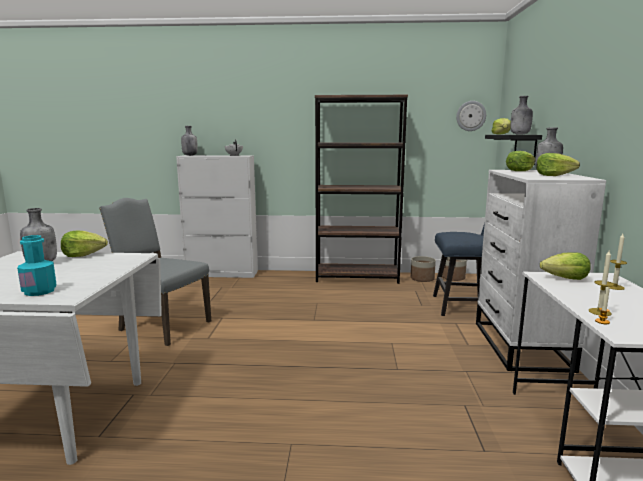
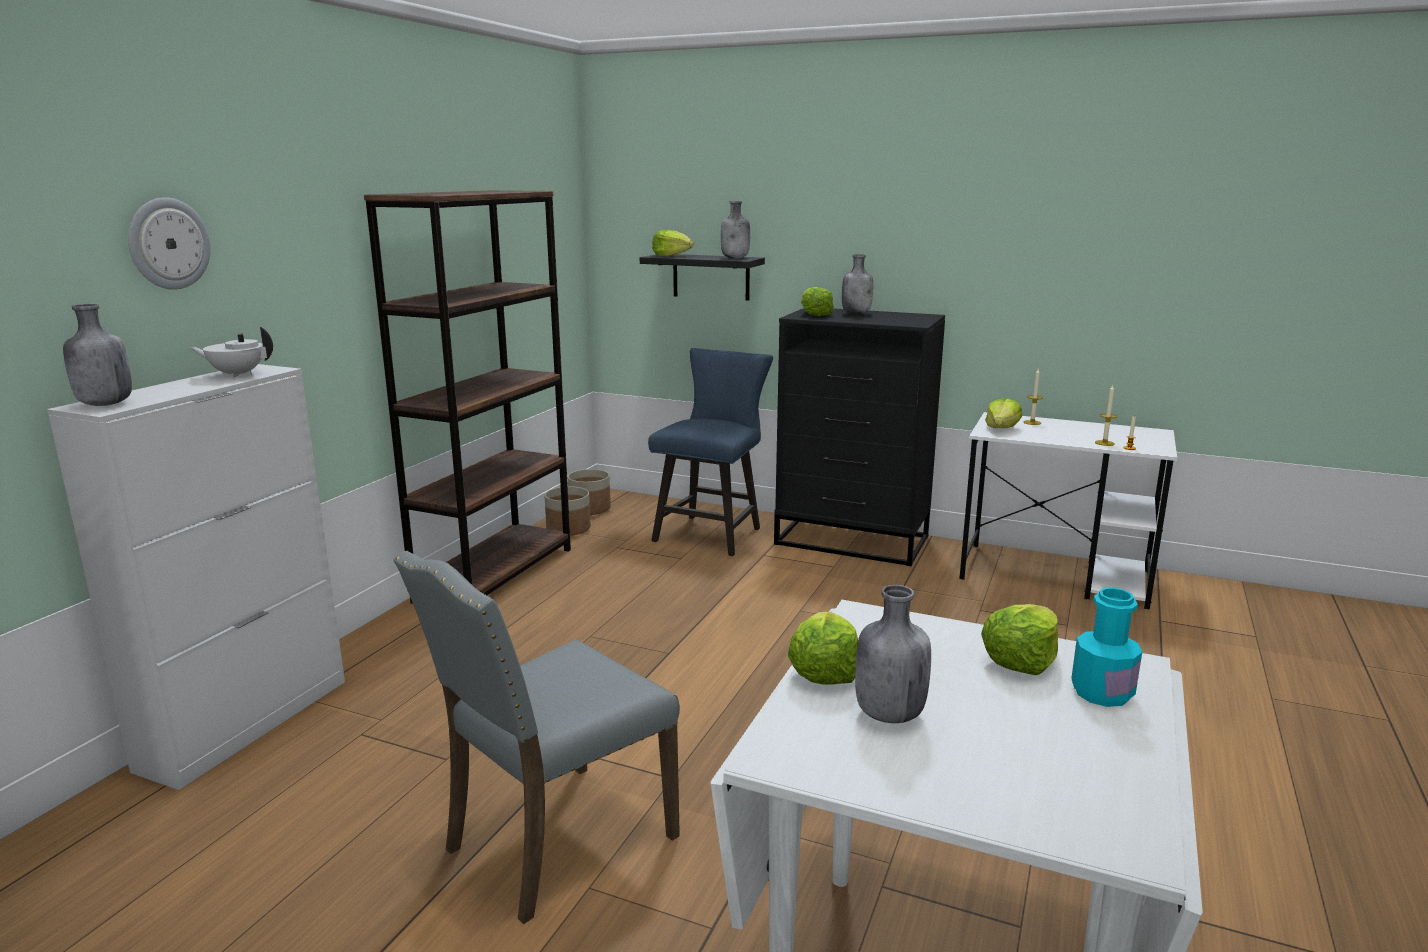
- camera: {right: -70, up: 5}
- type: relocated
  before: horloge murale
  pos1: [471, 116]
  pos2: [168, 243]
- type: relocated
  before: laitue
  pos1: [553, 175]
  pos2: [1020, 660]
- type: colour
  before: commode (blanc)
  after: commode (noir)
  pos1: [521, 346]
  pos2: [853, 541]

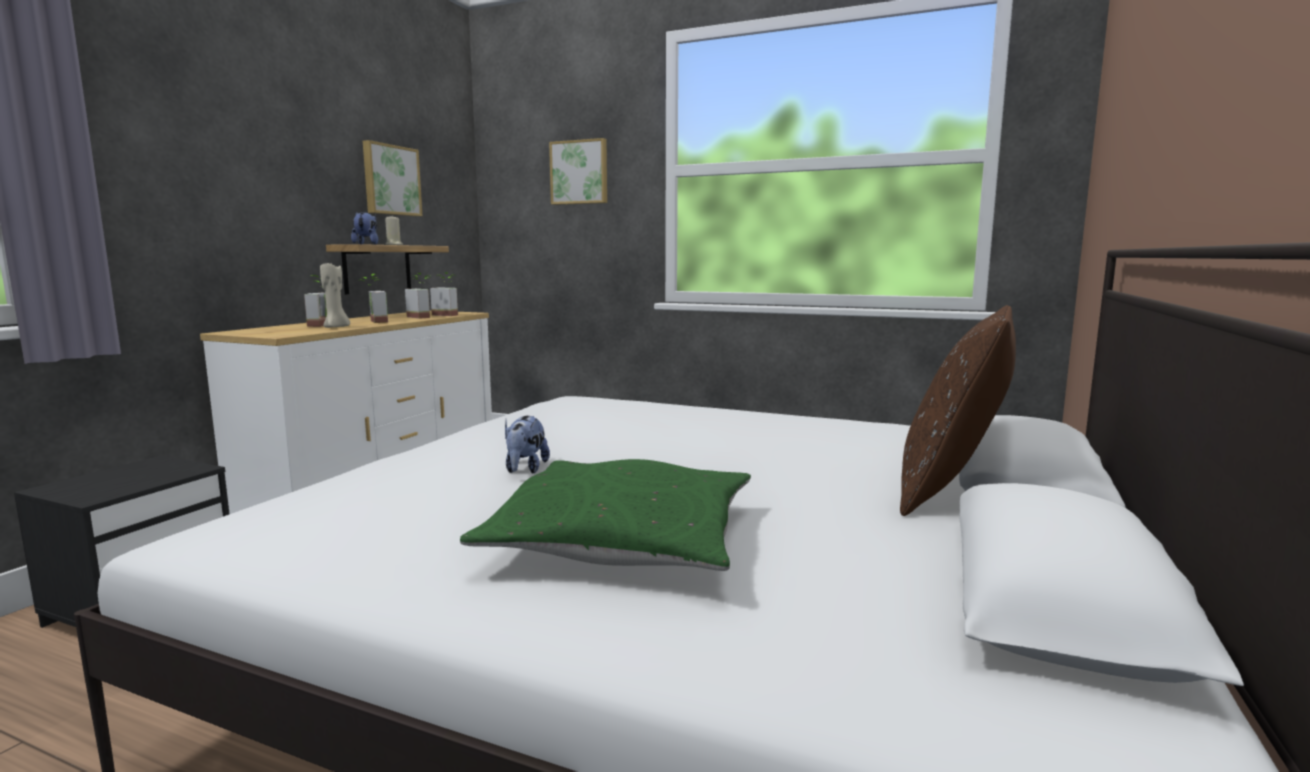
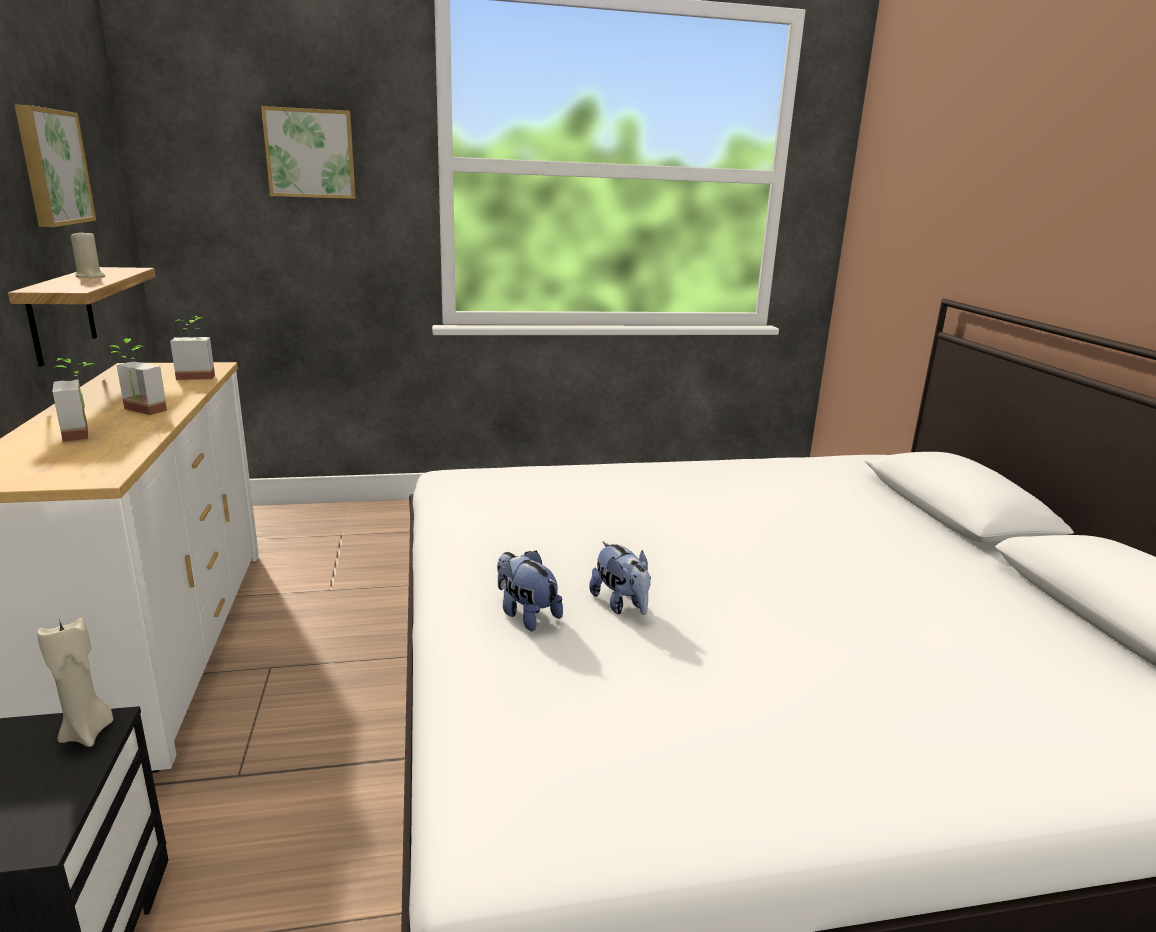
- camera: {right: -35, up: 10}
- type: missing
  before: plante en pot
  pos1: [423, 317]
- type: missing
  before: coussin (vert)
  pos1: [624, 539]
- type: missing
  before: coussin (marron)
  pos1: [952, 490]
- type: relocated
  before: bougie (beige)
  pos1: [336, 327]
  pos2: [88, 732]
- type: relocated
  before: peluche
  pos1: [367, 244]
  pos2: [526, 614]

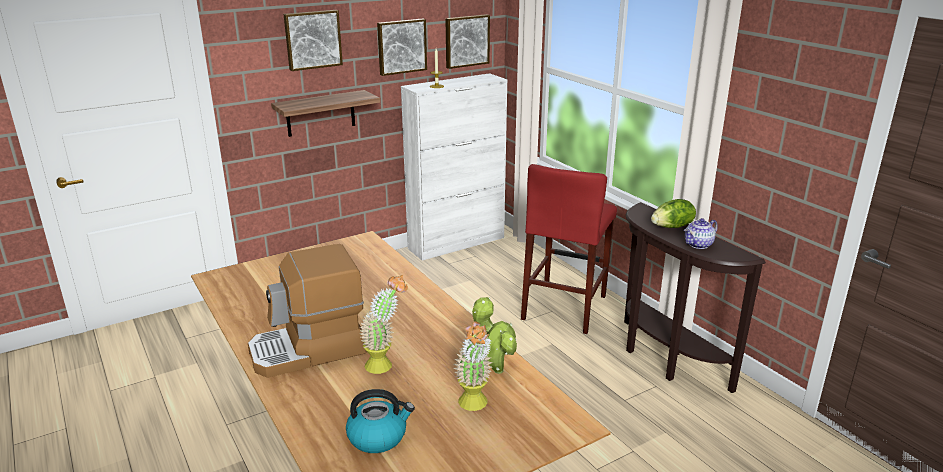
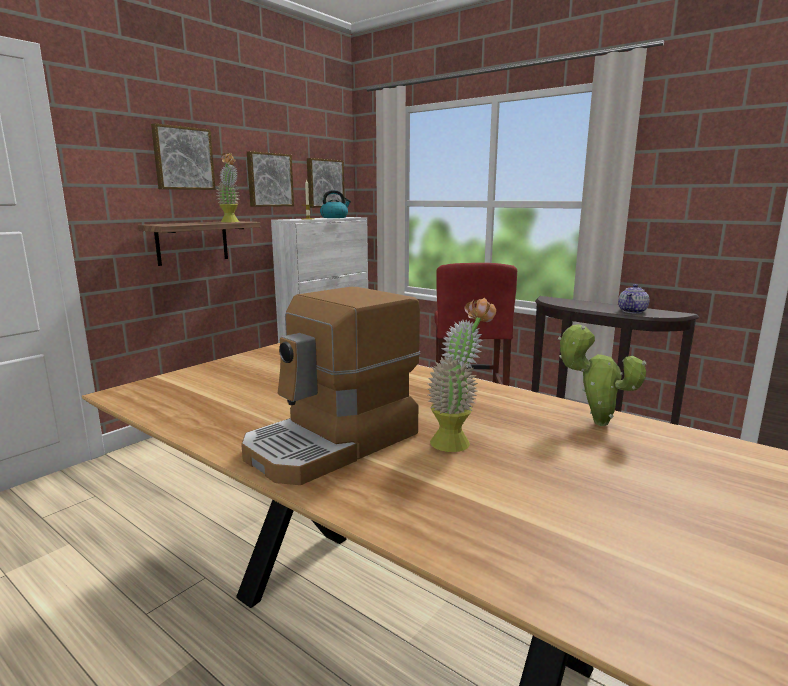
- camera: {right: -20, up: -10}
- type: missing
  before: laitue
  pos1: [672, 227]
- type: relocated
  before: bouilloire
  pos1: [378, 436]
  pos2: [334, 217]
- type: relocated
  before: plante en pot
  pos1: [474, 406]
  pos2: [231, 222]

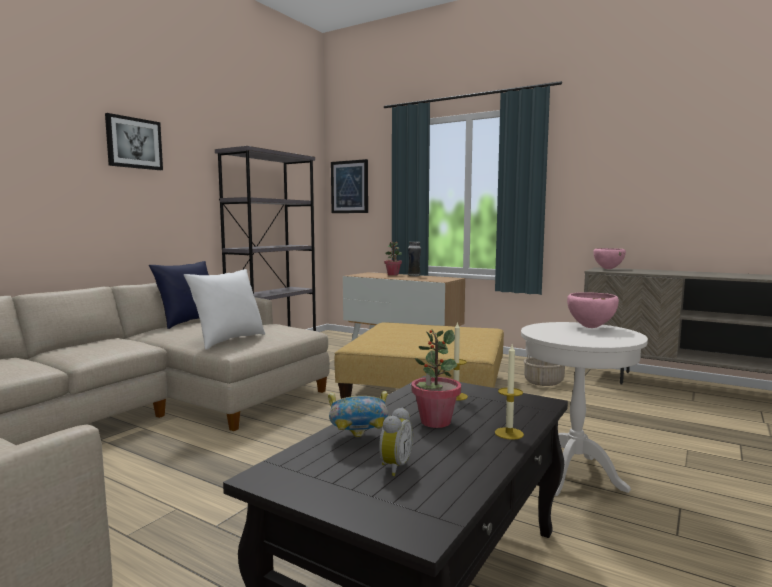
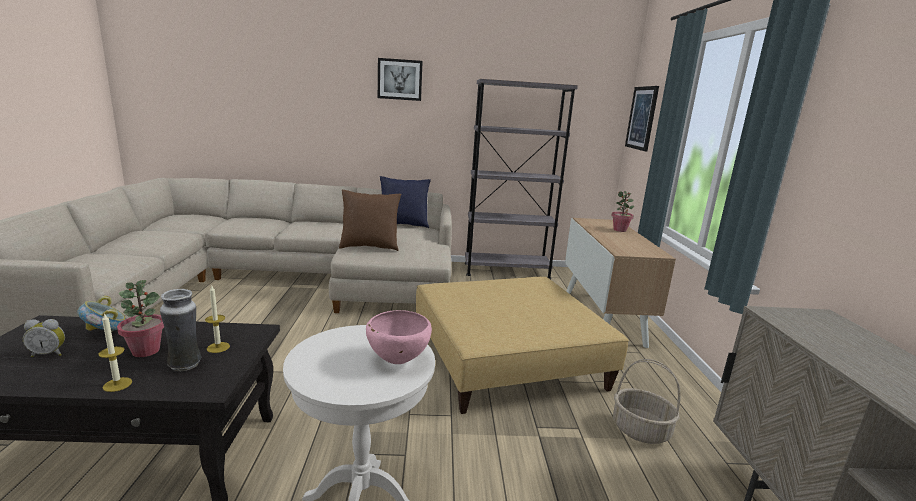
- camera: {right: 55, up: 10}
- type: missing
  before: bol (rose)
  pos1: [608, 269]
- type: relocated
  before: vase
  pos1: [414, 276]
  pos2: [185, 365]
- type: colour
  before: coussin (blanc)
  after: coussin (marron)
  pos1: [228, 341]
  pos2: [369, 247]

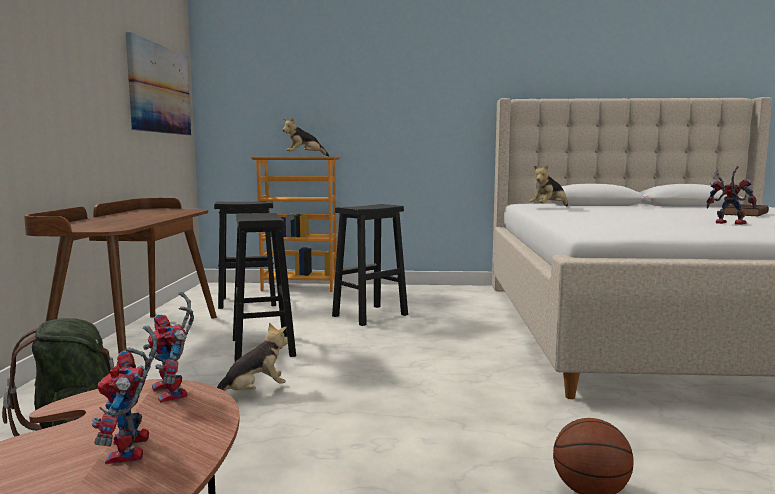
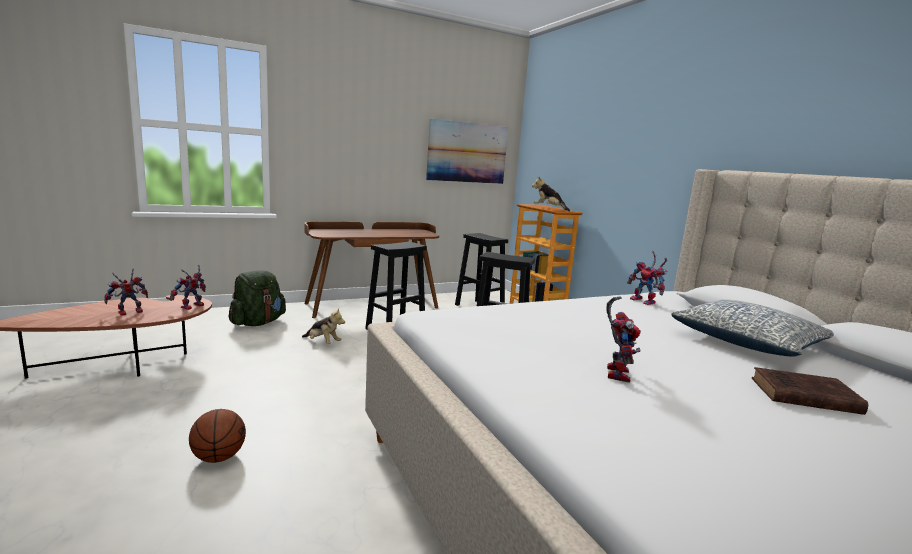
- camera: {right: 60, up: 5}
- type: appeared
  after: coussin
  pos2: [749, 342]
- type: exchanged
  before: peluche
  after: robot jouet
  pos1: [549, 208]
  pos2: [645, 301]

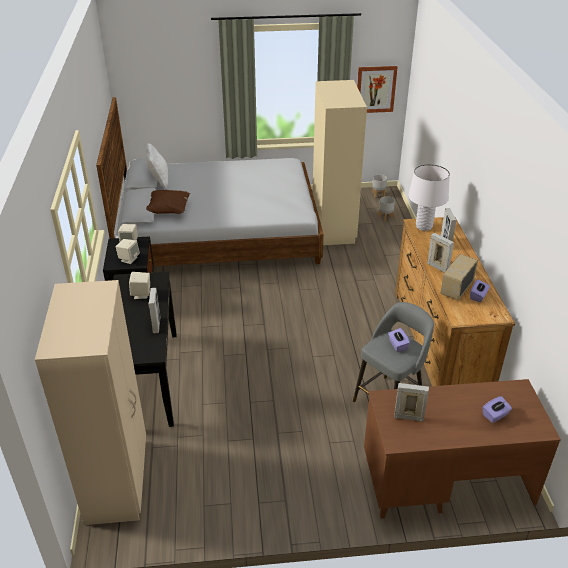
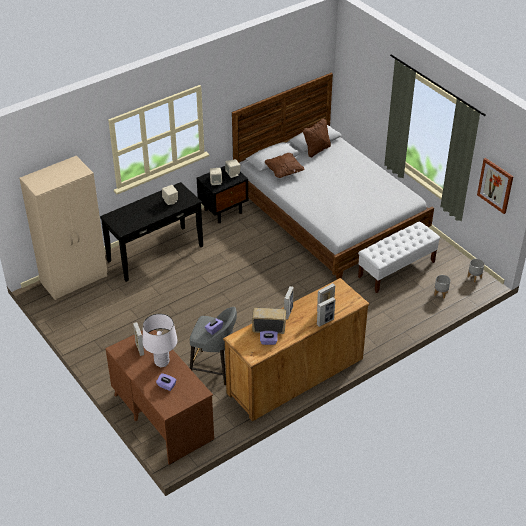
- camera: {right: 60, up: 5}
- type: relocated
  before: cadre photo
  pos1: [156, 325]
  pos2: [325, 322]
- type: relocated
  before: lampe de table (blanc)
  pos1: [424, 227]
  pos2: [162, 362]
- type: exchanged
  before: armoire (beige)
  after: banc (blanc)
  pos1: [333, 226]
  pos2: [396, 269]
- type: colour
  before: coussin (blanc)
  after: coussin (marron)
  pos1: [159, 181]
  pos2: [316, 150]

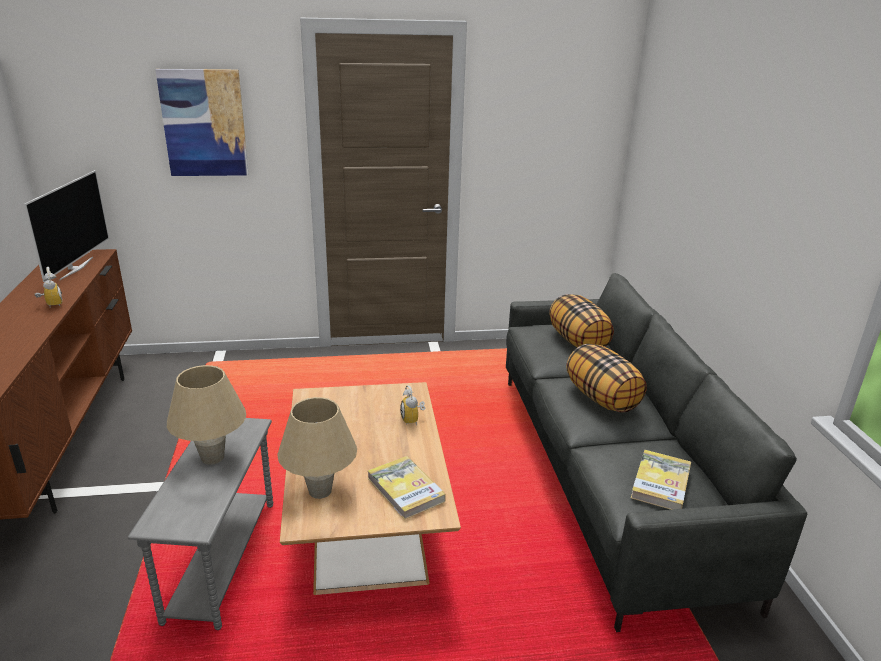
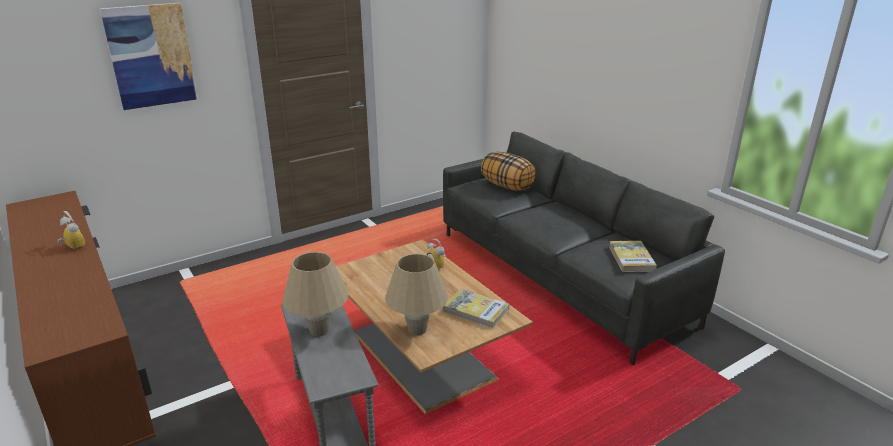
- camera: {right: -25, up: 0}
- type: missing
  before: téléviseur
  pos1: [75, 268]
- type: missing
  before: coussin
  pos1: [602, 398]

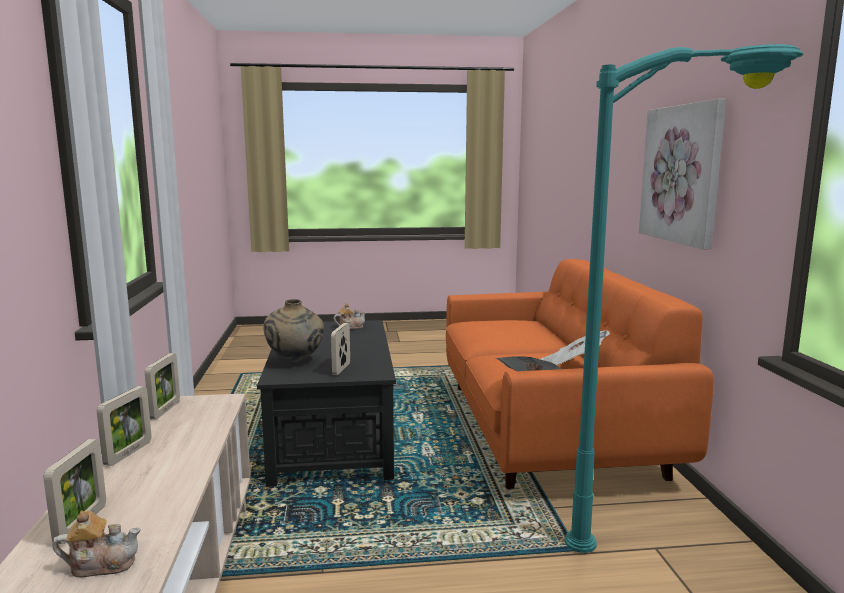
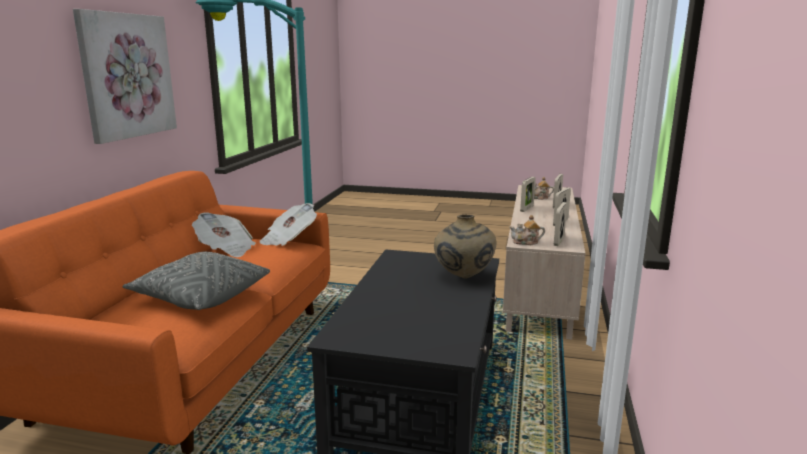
- camera: {right: -160, up: 5}
- type: appeared
  after: coussin (gris)
  pos2: [200, 297]
- type: relocated
  before: cadre photo
  pos1: [341, 369]
  pos2: [527, 209]
- type: relocated
  before: théière
  pos1: [350, 327]
  pos2: [526, 242]

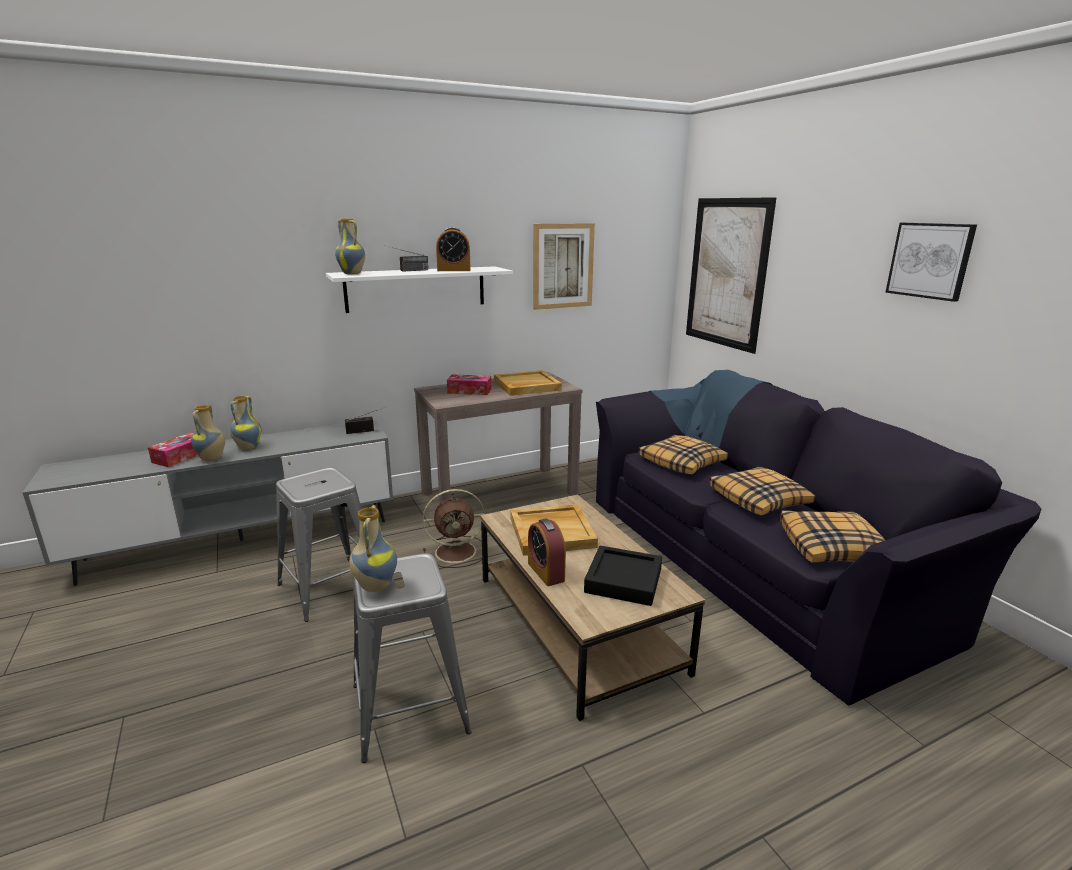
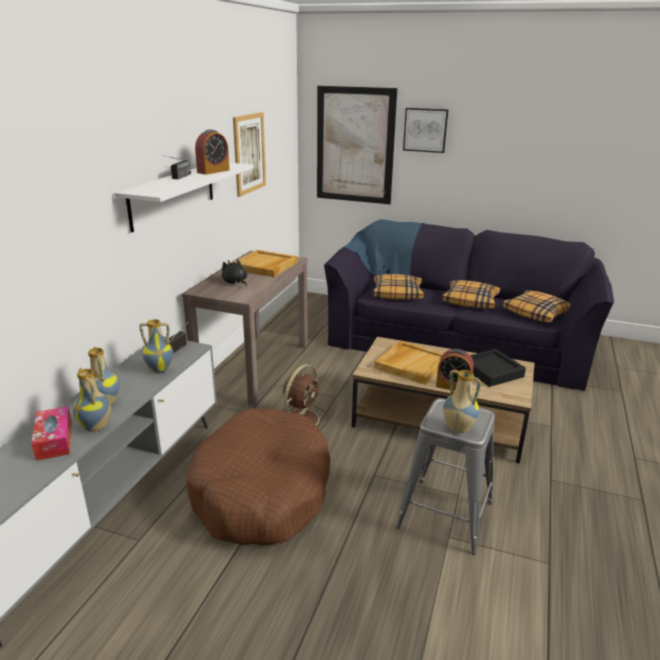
- camera: {right: -45, up: 5}
- type: relocated
  before: vase
  pos1: [353, 273]
  pos2: [160, 370]
- type: relocated
  before: tableau
  pos1: [930, 260]
  pos2: [425, 130]
- type: exchanged
  before: tabouret (gris)
  after: panier pour chien (marron)
  pos1: [329, 588]
  pos2: [262, 491]
- type: exchanged
  before: boîte à mouchoirs
  after: peluche (noir)
  pos1: [469, 391]
  pos2: [235, 282]

